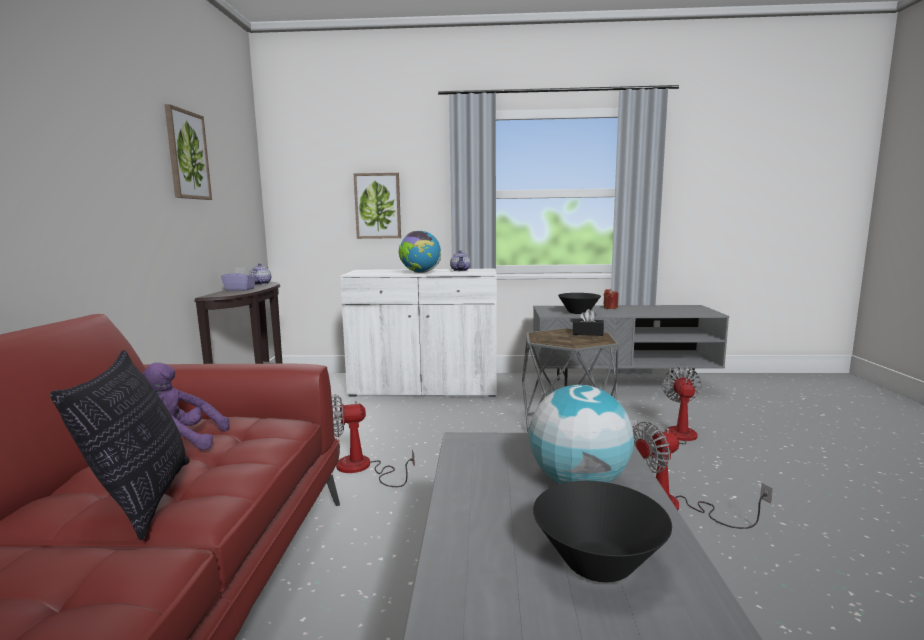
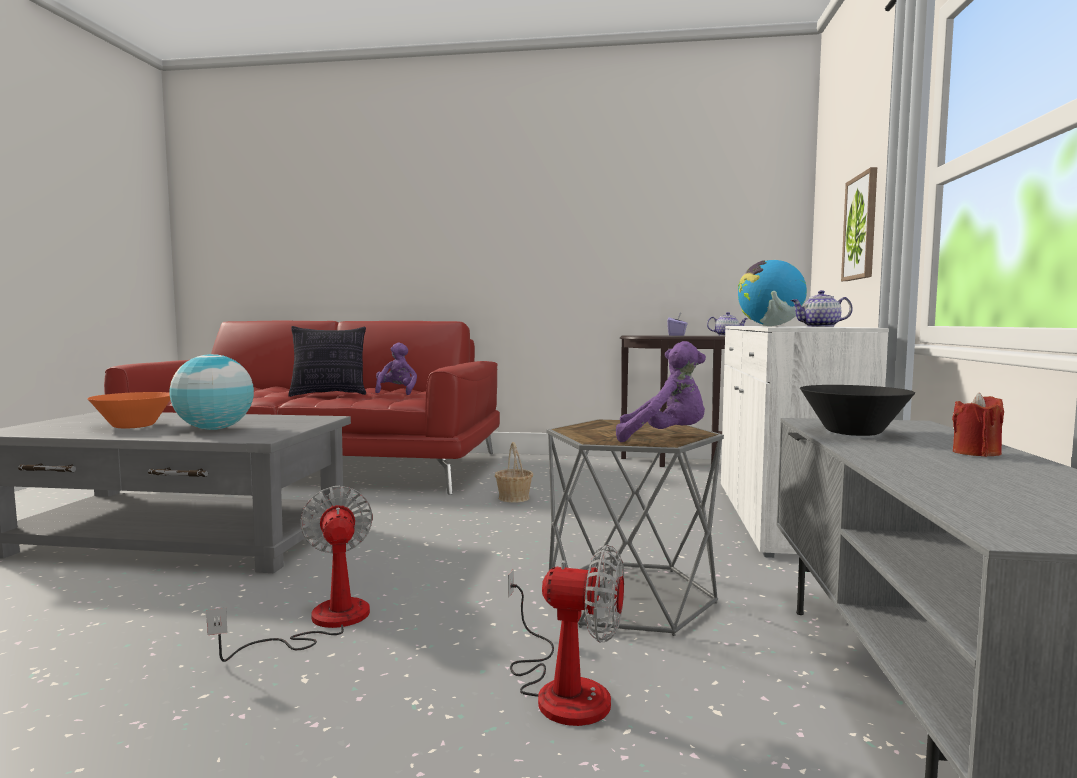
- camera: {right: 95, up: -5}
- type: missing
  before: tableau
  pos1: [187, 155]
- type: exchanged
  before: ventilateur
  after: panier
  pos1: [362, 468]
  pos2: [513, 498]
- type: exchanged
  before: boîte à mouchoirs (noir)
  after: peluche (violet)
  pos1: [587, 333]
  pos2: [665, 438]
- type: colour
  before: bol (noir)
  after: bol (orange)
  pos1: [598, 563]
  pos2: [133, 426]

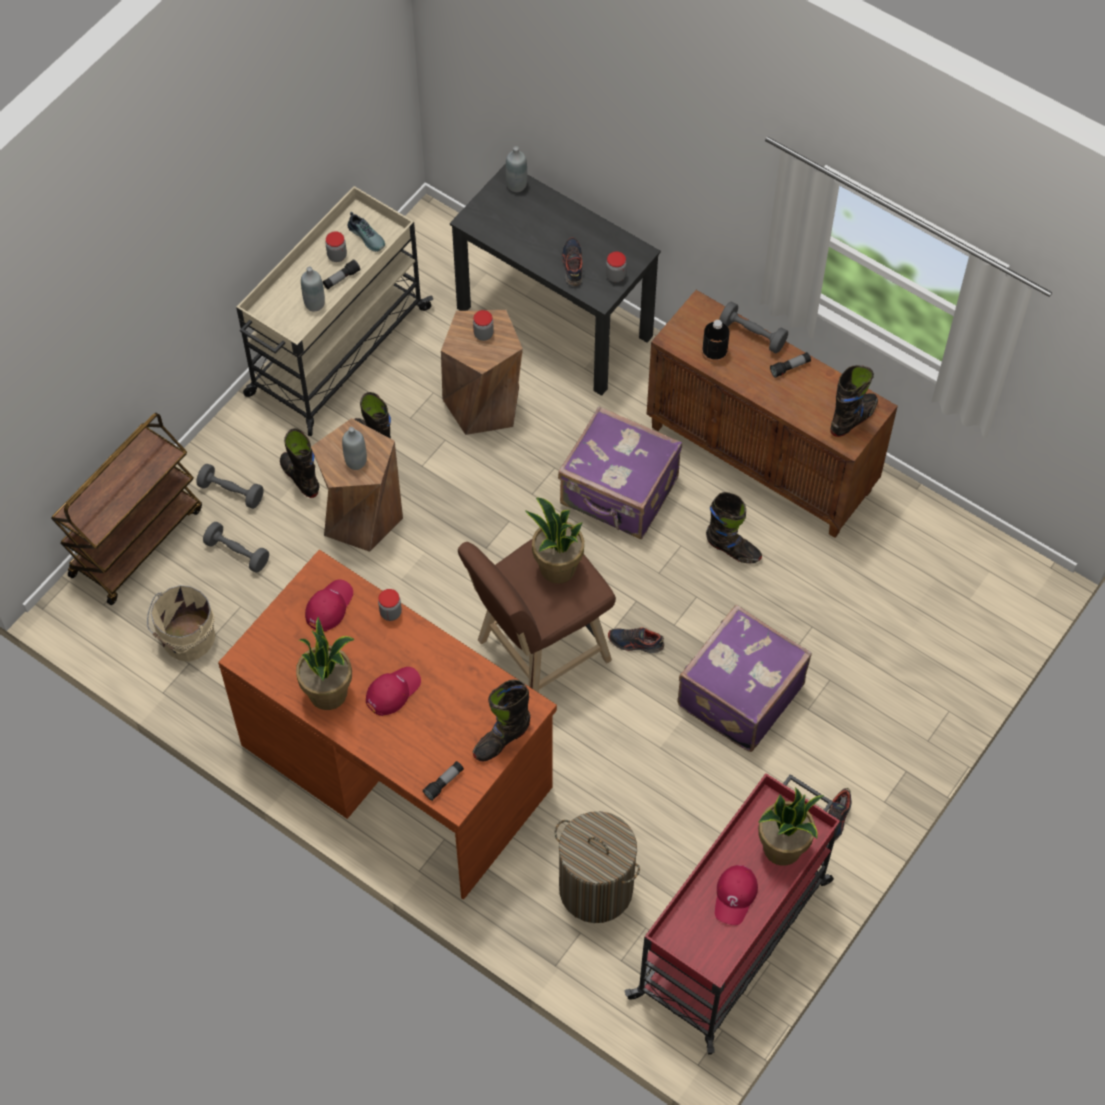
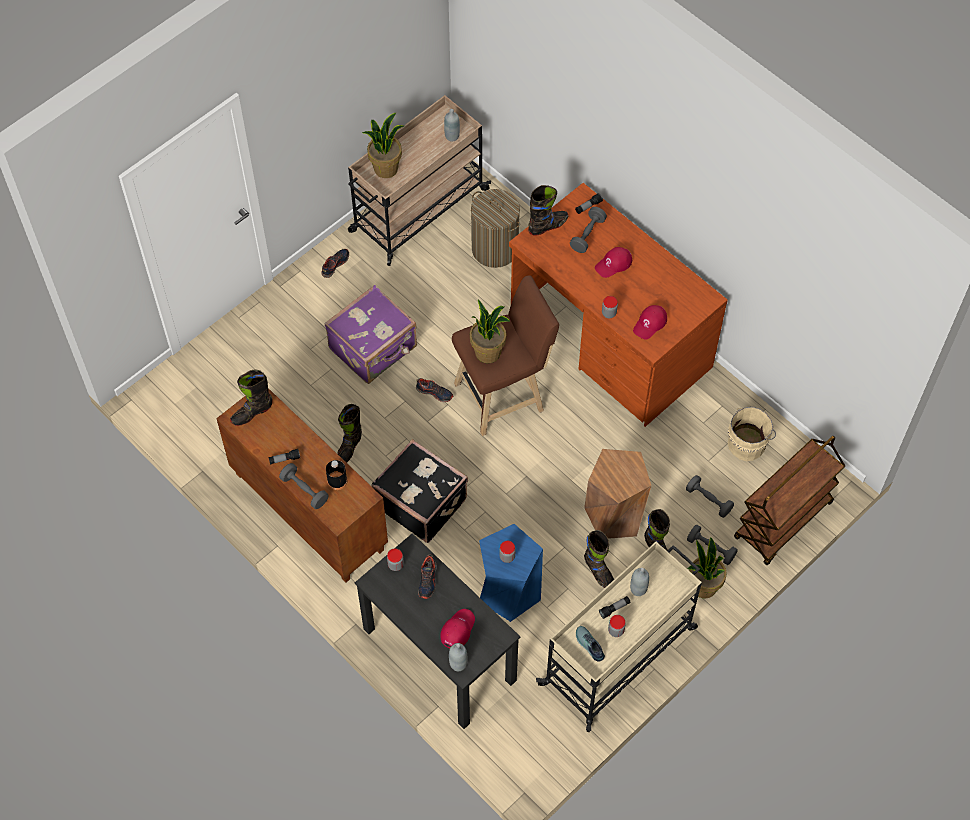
- camera: {right: -170, up: 0}
- type: appeared
  after: haltère (gris)
  pos2: [587, 235]
- type: relocated
  before: plante en pot
  pos1: [329, 693]
  pos2: [703, 586]
- type: relocated
  before: bouteille (gris)
  pos1: [356, 461]
  pos2: [452, 136]
- type: relocated
  before: casquette (rouge)
  pos1: [735, 896]
  pos2: [457, 629]
- type: colour
  before: tabouret (marron)
  after: tabouret (bleu)
  pos1: [483, 403]
  pos2: [509, 591]
- type: colour
  before: valise (violet)
  after: valise (noir)
  pos1: [618, 493]
  pos2: [421, 501]
- type: colour
  before: chariot (rouge)
  after: chariot (beige)
  pos1: [733, 937]
  pos2: [417, 211]
- type: spun
  before: botte (noir)
  pos1: [732, 549]
  pos2: [349, 447]
  turn: -105

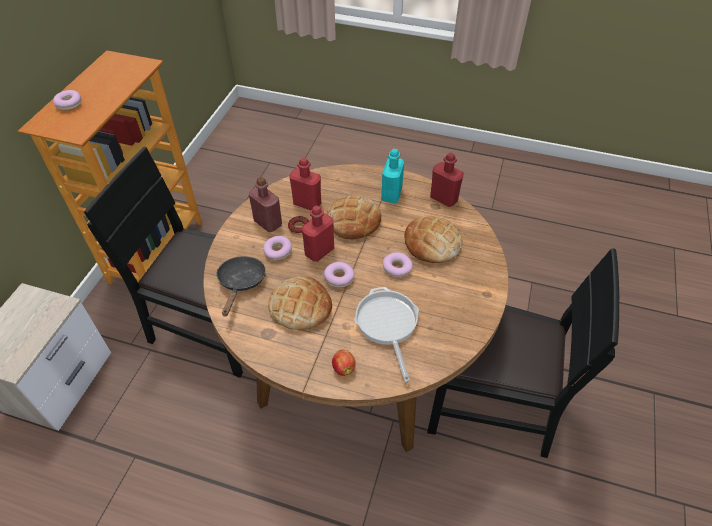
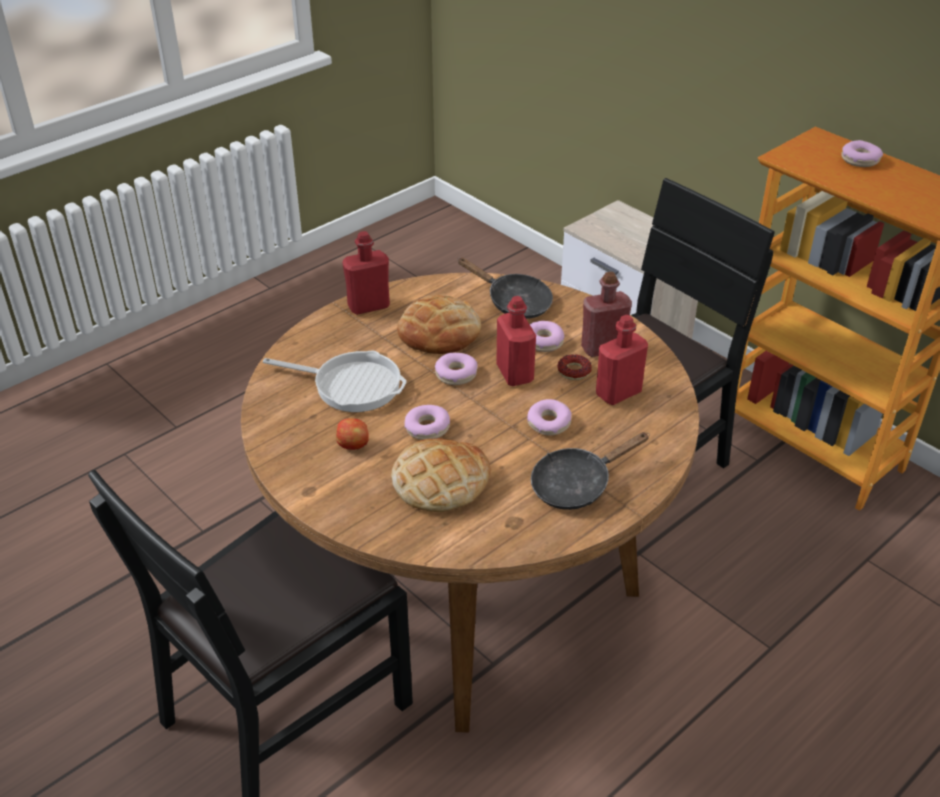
- camera: {right: 120, up: -10}
- type: relocated
  before: pomme
  pos1: [343, 368]
  pos2: [353, 445]
- type: relocated
  before: bouteille (rouge)
  pos1: [443, 199]
  pos2: [368, 306]
- type: exchanged
  before: pain
  after: beignet
  pos1: [353, 221]
  pos2: [548, 423]
- type: exchanged
  before: bouteille (turquoise)
  after: poêle (noir)
  pos1: [391, 194]
  pos2: [576, 484]

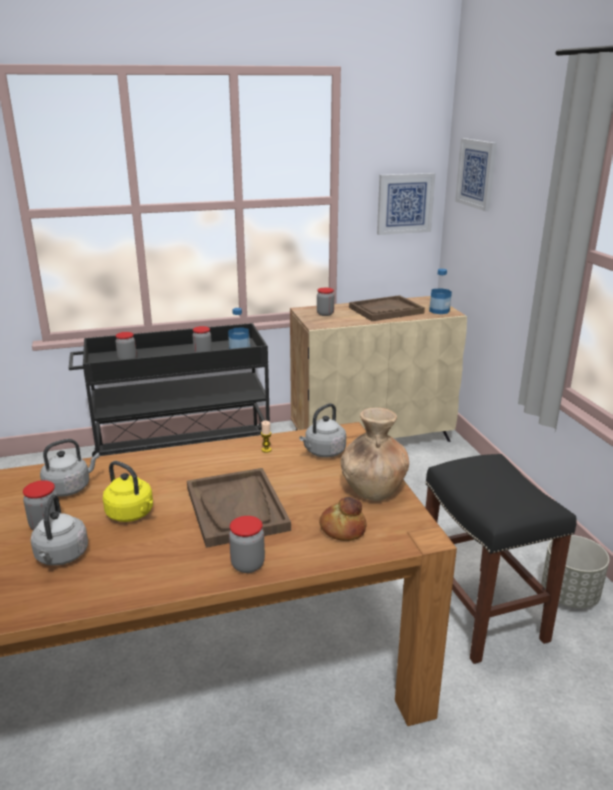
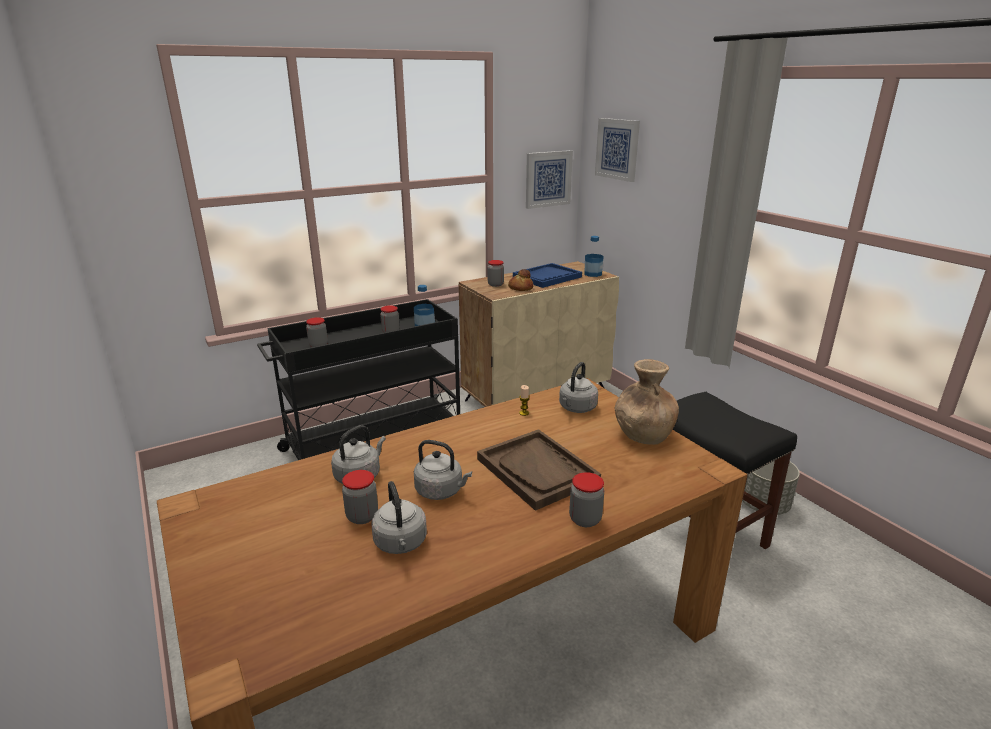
- camera: {right: -15, up: 0}
- type: relocated
  before: pain
  pos1: [342, 529]
  pos2: [520, 288]
- type: colour
  before: bouilloire (jaune)
  after: bouilloire (gris)
  pos1: [132, 514]
  pos2: [441, 491]
- type: colour
  before: plateau (marron)
  after: plateau (bleu)
  pos1: [386, 310]
  pos2: [547, 277]

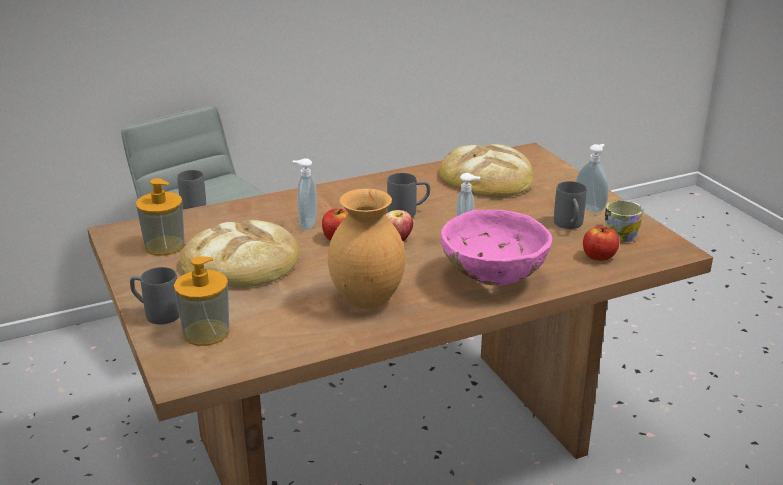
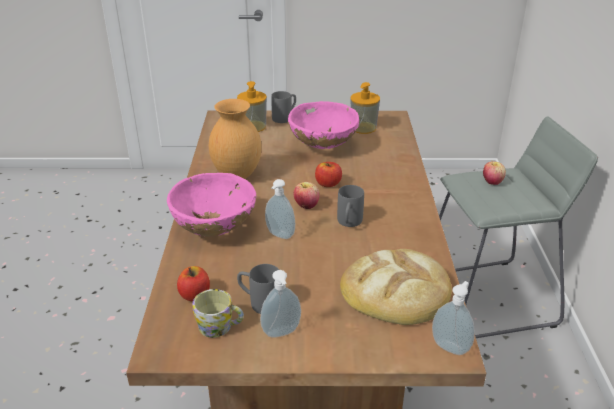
- camera: {right: 115, up: 5}
- type: relocated
  before: distributeur de savon
  pos1: [306, 224]
  pos2: [451, 346]
- type: exchanged
  before: mug (gris)
  after: pomme
  pos1: [195, 203]
  pos2: [492, 182]
- type: exchanged
  before: pain
  after: bol (rose)
  pos1: [242, 261]
  pos2: [322, 146]

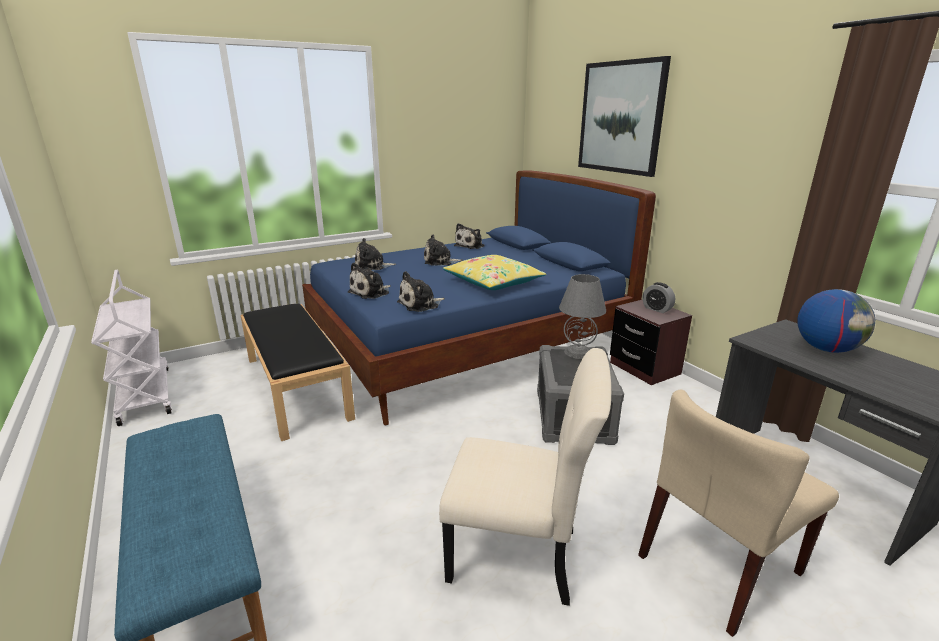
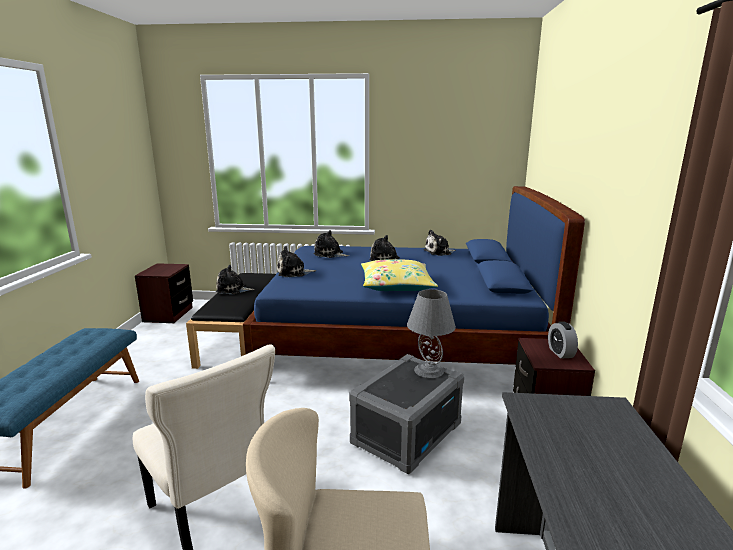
- camera: {right: 35, up: -5}
- type: missing
  before: tableau
  pos1: [620, 117]
- type: missing
  before: globe
  pos1: [826, 349]
- type: relocated
  before: peluche
  pos1: [420, 304]
  pos2: [233, 290]
- type: exchanged
  before: chariot (blanc)
  after: table de chevet (marron)
  pos1: [144, 394]
  pos2: [168, 314]

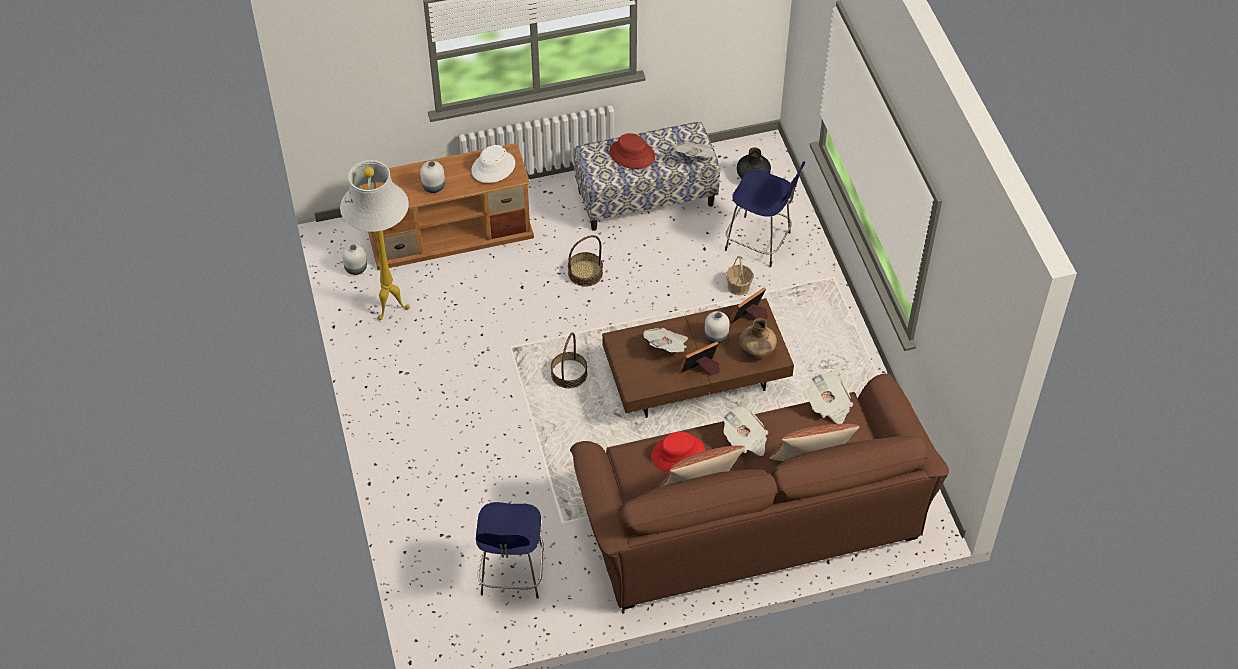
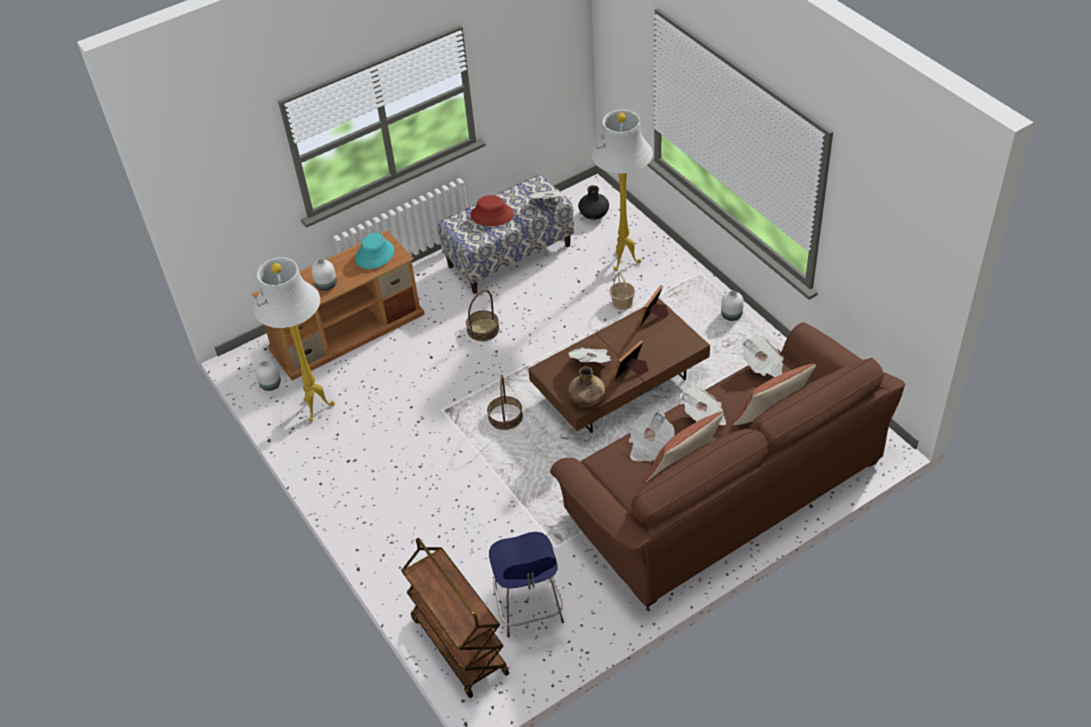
- camera: {right: -15, up: -5}
- type: appeared
  after: chariot (marron)
  pos2: [458, 645]
- type: relocated
  before: vase (blanc)
  pos1: [716, 337]
  pos2: [731, 315]
- type: relocated
  before: vase (marron)
  pos1: [756, 351]
  pos2: [587, 400]
- type: exchanged
  before: chapeau (rouge)
  after: journal
  pos1: [678, 454]
  pos2: [649, 446]
- type: exchanged
  before: tabouret (bleu)
  after: lampadaire (blanc)
  pos1: [760, 242]
  pos2: [624, 263]
- type: colour
  before: chapeau (blanc)
  after: chapeau (turquoise)
  pos1: [493, 167]
  pos2: [374, 255]

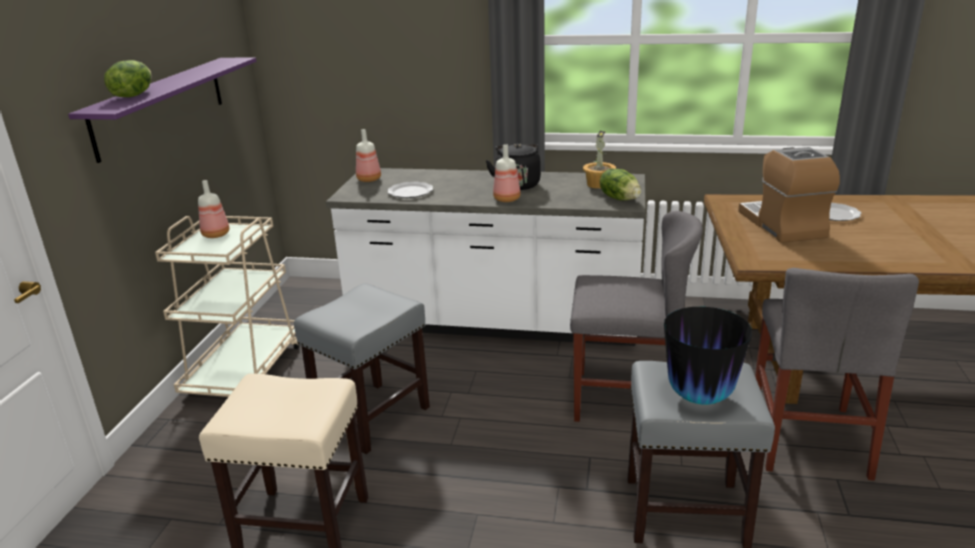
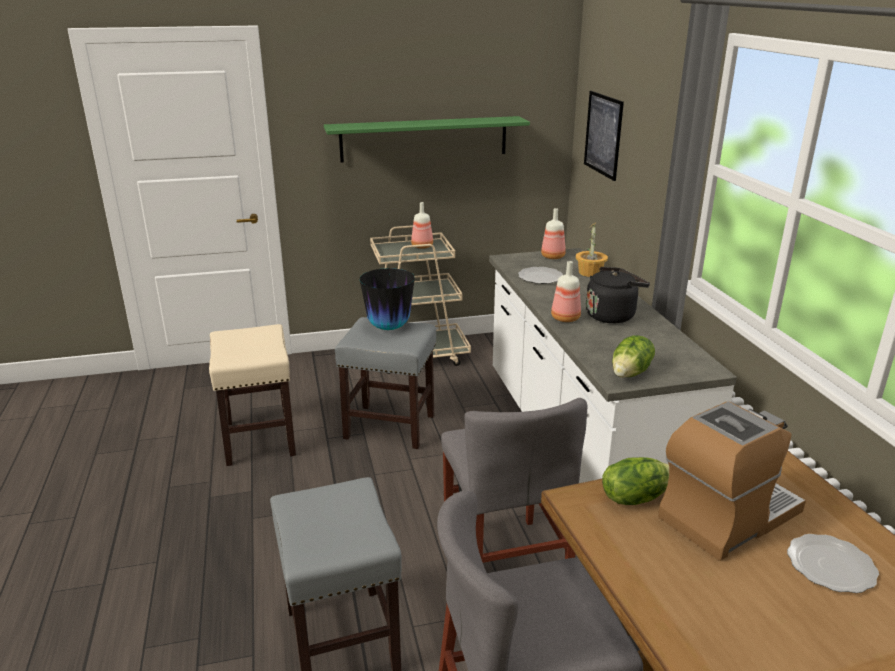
- camera: {right: 65, up: 0}
- type: appeared
  after: tableau
  pos2: [603, 134]
- type: relocated
  before: laitue
  pos1: [133, 95]
  pos2: [634, 497]
- type: relocated
  before: plante en pot
  pos1: [599, 184]
  pos2: [590, 273]
- type: relocated
  before: vase
  pos1: [700, 397]
  pos2: [389, 327]
- type: colour
  before: étagère (violet)
  after: étagère (vert)
  pos1: [161, 105]
  pos2: [424, 139]

